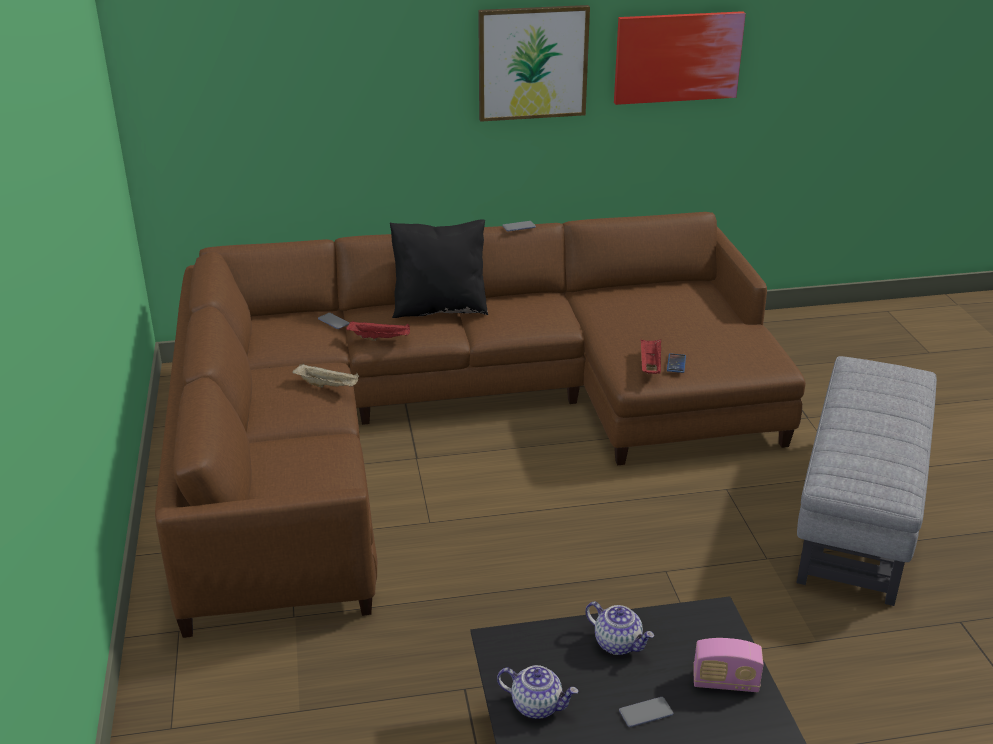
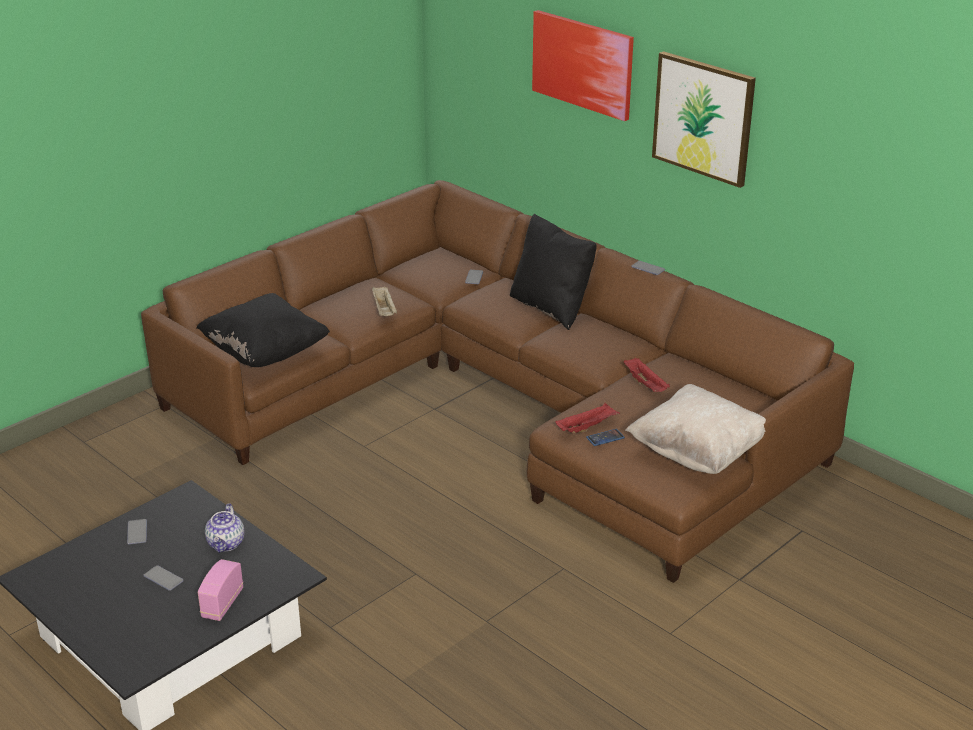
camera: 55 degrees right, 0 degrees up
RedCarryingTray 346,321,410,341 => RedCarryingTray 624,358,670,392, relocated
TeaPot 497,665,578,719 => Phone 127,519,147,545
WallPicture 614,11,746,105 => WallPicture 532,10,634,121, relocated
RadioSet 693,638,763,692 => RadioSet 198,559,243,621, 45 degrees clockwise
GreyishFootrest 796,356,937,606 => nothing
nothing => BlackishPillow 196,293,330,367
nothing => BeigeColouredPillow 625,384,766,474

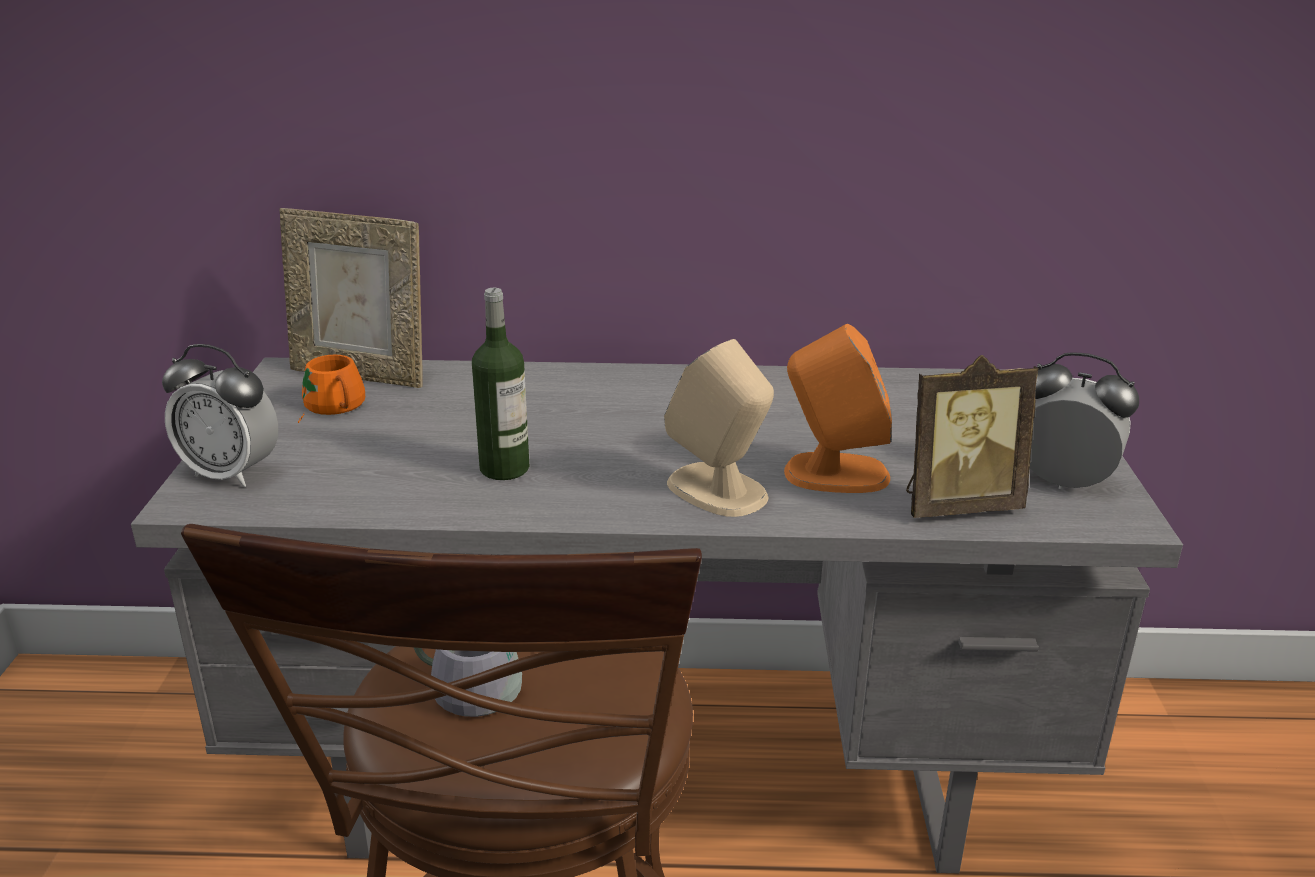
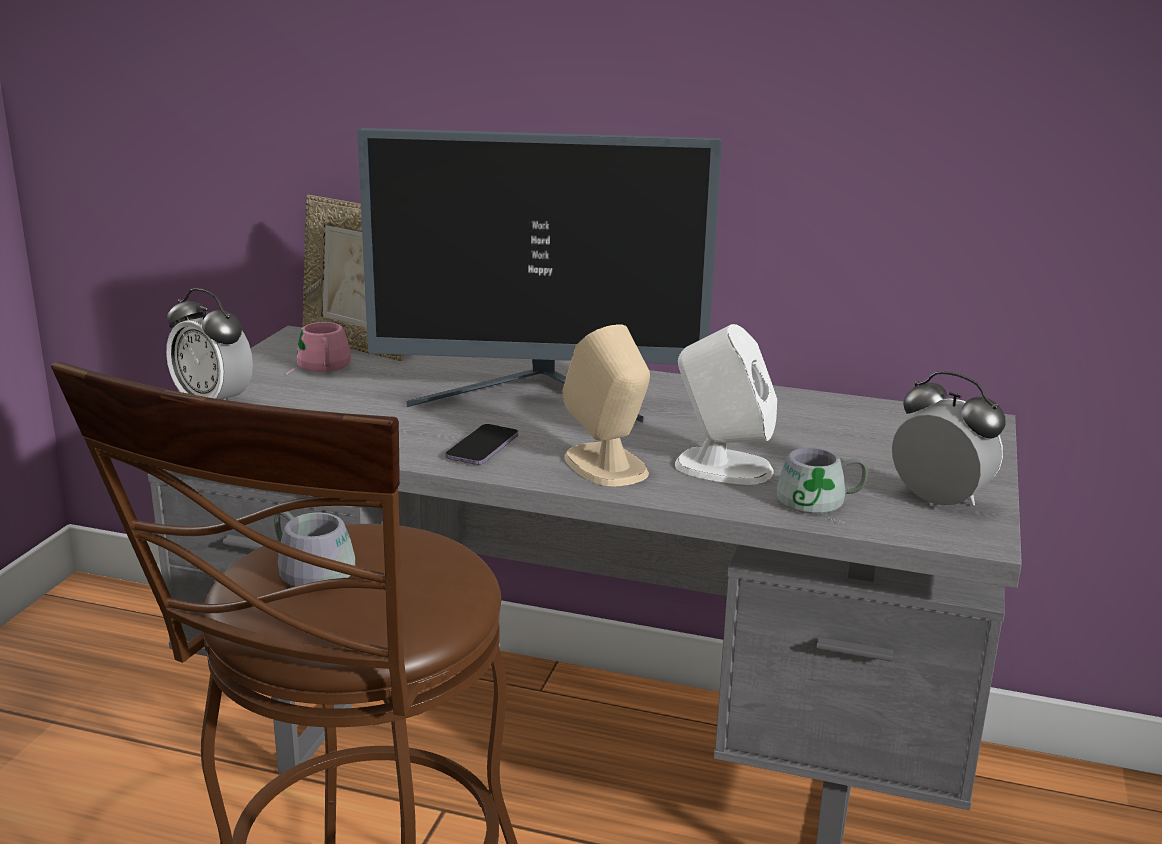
camera: 15 degrees right, 5 degrees down
OrangeColouredCoffeeMug 298,355,365,423 => PinkCoffeeMug 286,322,351,375
BeverageBottle 472,288,529,480 => nothing
OrangeColouredSpeaker 784,324,892,493 => WhiteSpeaker 675,324,777,485
PhotoFrame 906,355,1039,518 => GreyishCoffeeMug 777,447,868,525
nothing => ComputerDisplay 357,128,722,423
nothing => Phone 445,424,518,465

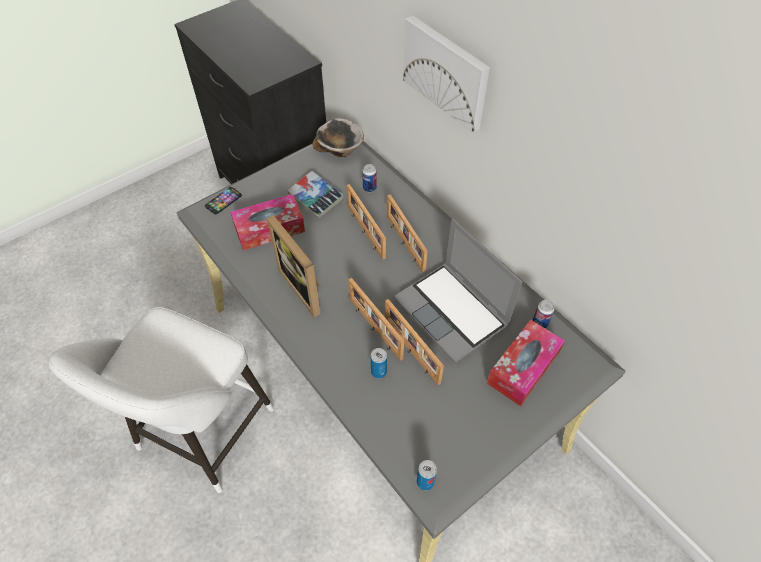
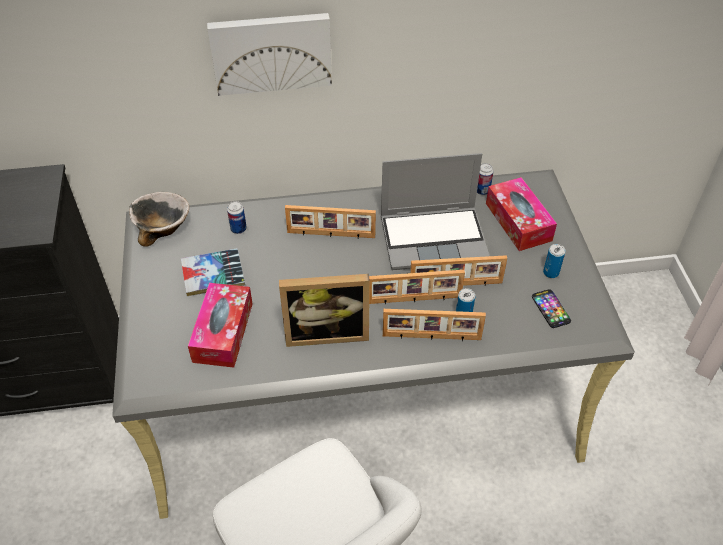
camera: 60 degrees left, 5 degrees down
Phone 205,187,242,214 => Phone 532,289,571,328, relocated
PhotoFrame 346,184,386,260 => PhotoFrame 383,309,486,341, relocated
MetalCan 417,460,437,490 => MetalCan 543,244,565,278, relocated

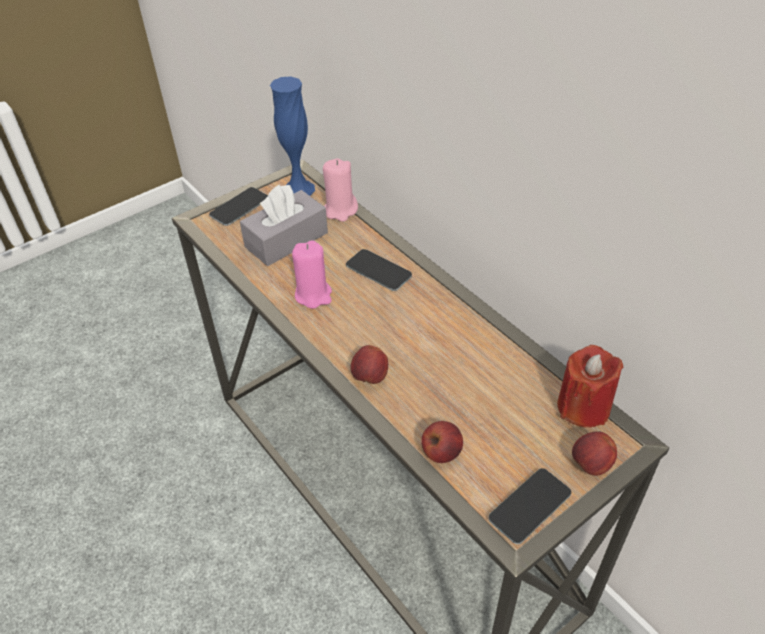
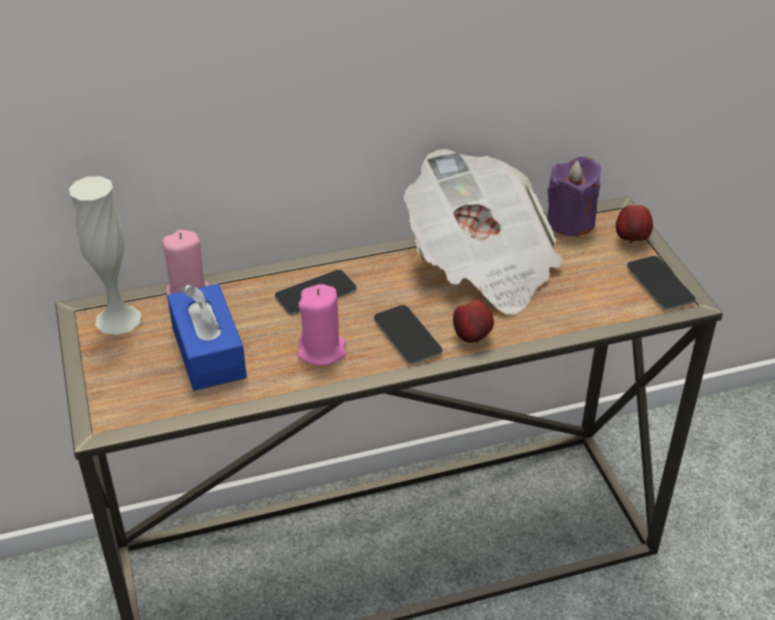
camera: 70 degrees left, 5 degrees down
Phone 209,187,268,226 => Phone 374,305,442,364, relocated
GreyishTissueBox 240,185,328,266 => BluishTissueBox 167,284,247,391
BluishFlowerVase 270,76,315,196 => WhiteFlowerVase 69,176,141,335
AppleFruit 421,421,463,463 => nothing
RedWaxCandle 557,345,623,428 => PurpleColouredWaxCandle 547,156,601,237
nothing => PrintedPaper 404,149,563,315

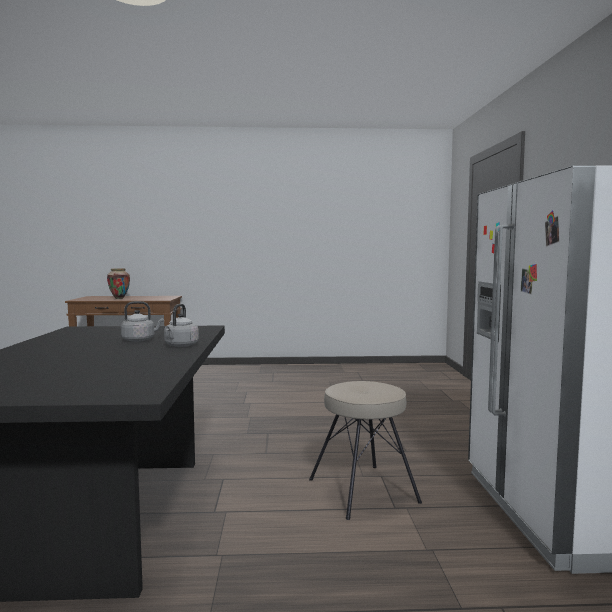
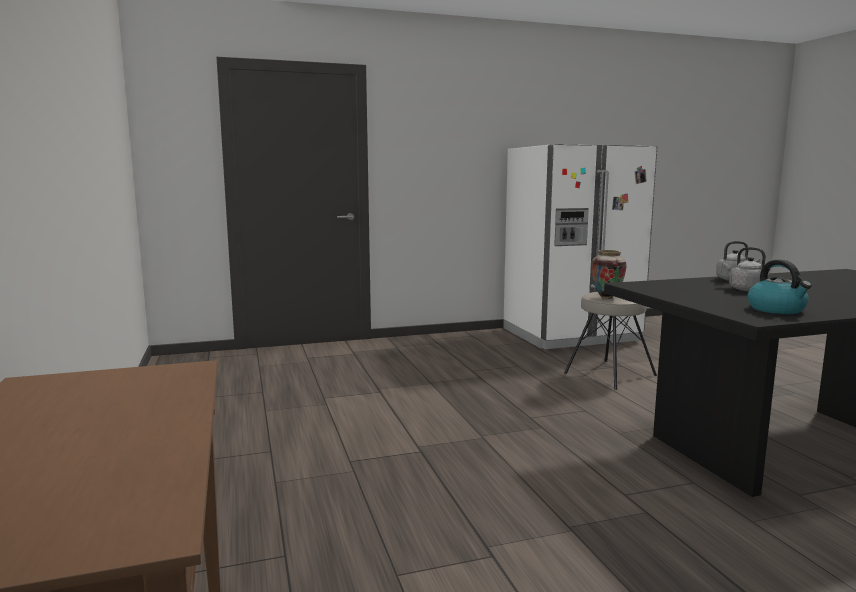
camera: 105 degrees left, 5 degrees up
FlowerVase 107,268,130,299 => FlowerVase 591,250,627,299, relocated
nothing => Kettle 748,260,812,314

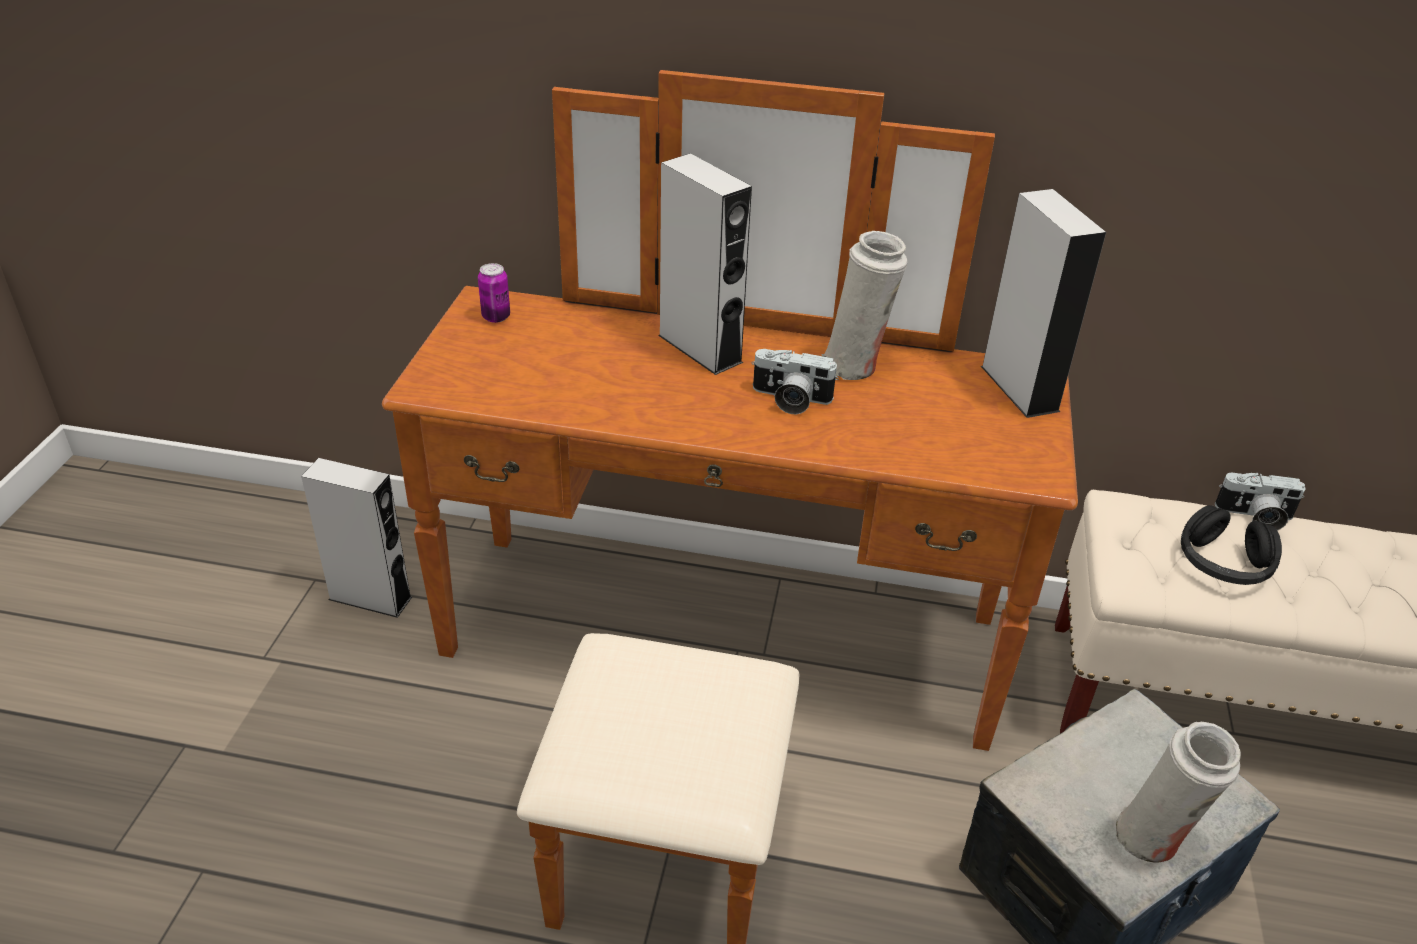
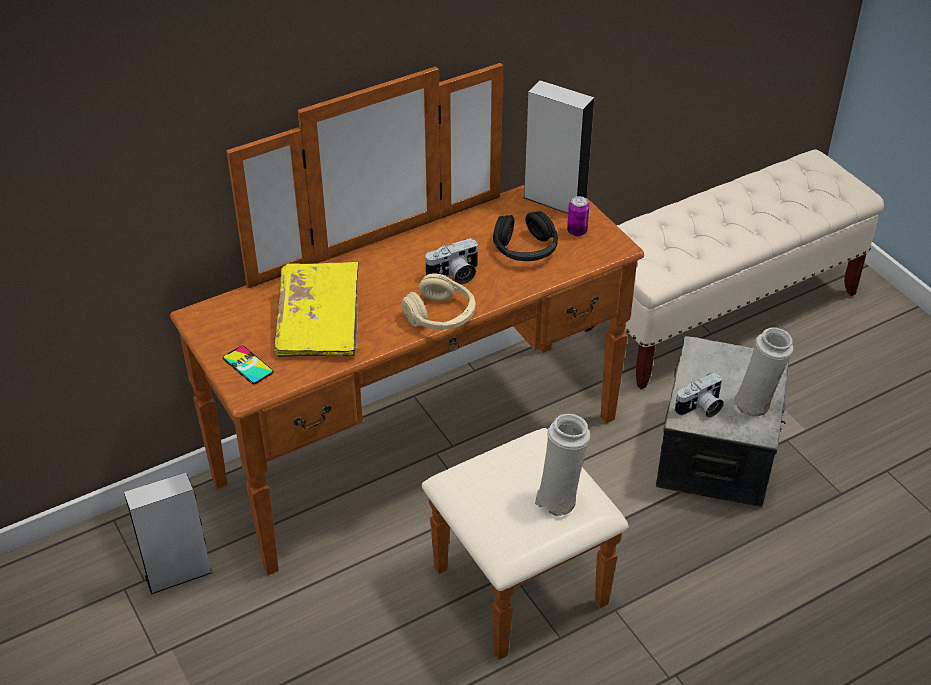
camera: 40 degrees left, 5 degrees up
MetalCan 478,263,510,323 => MetalCan 567,196,589,237, relocated
GreyishSpeaker 658,153,752,375 => nothing
WhiteFlowerVase 821,231,908,380 => WhiteFlowerVase 535,414,590,517, relocated
BlackishHeadset 1181,505,1282,585 => BlackishHeadset 493,211,558,261, relocated
StillCamera 1215,472,1305,531 => StillCamera 675,372,724,417, relocated
nothing => Phone 223,346,274,384
nothing => YellowColouredVolume 274,262,359,357
nothing => BeigeColouredHeadset 401,273,475,329

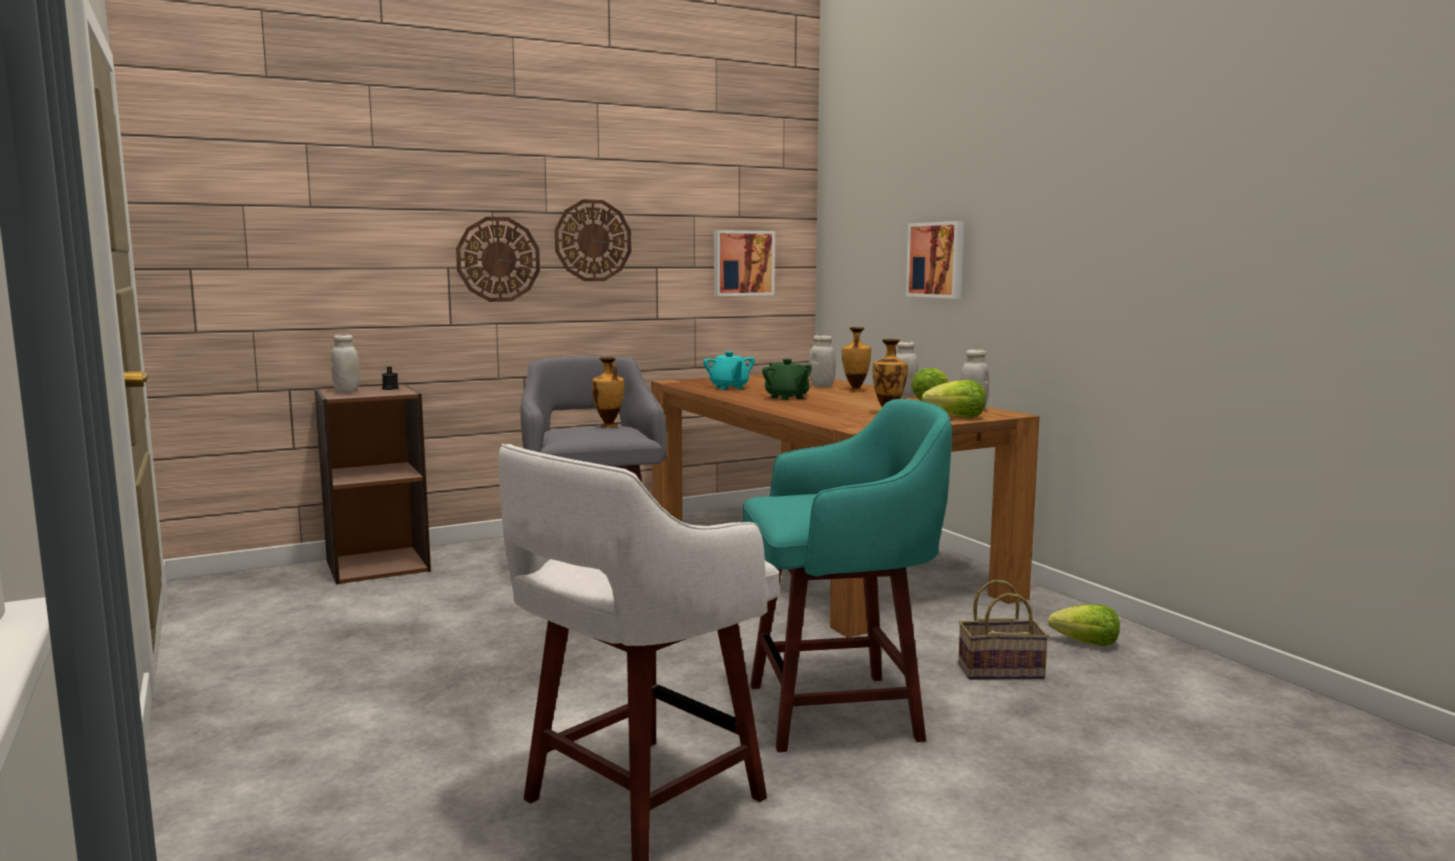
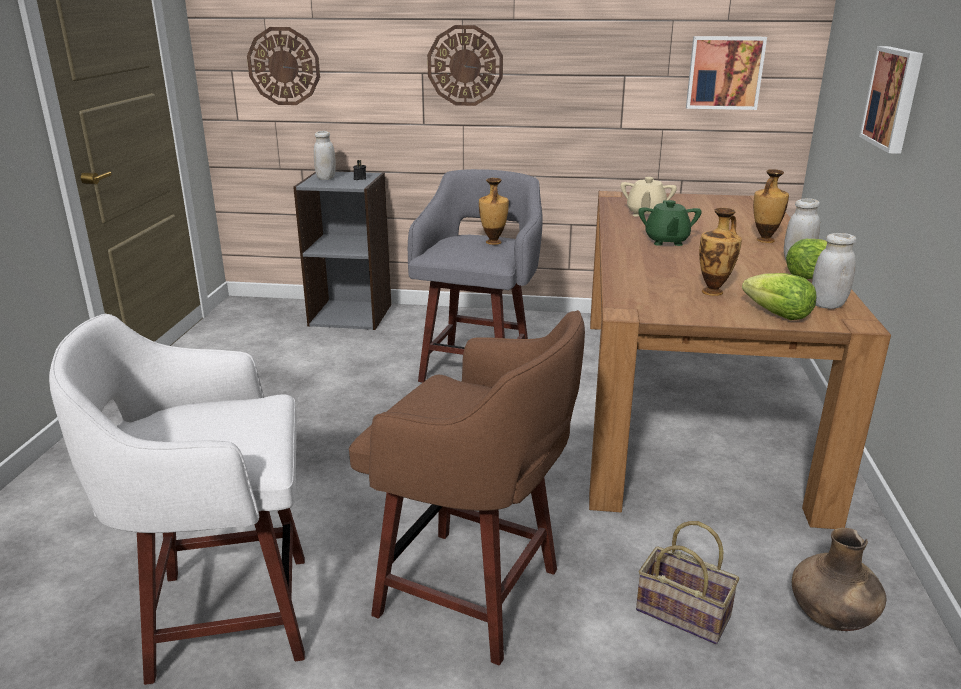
camera: 35 degrees right, 15 degrees up
BrownColouredBookcase 314,384,431,584 => GreyishBookcase 293,172,391,330
HangingClock 555,199,631,281 => HangingClock 247,27,320,105, relocated
TurquoiseTeaPot 703,351,755,390 => BeigeColouredTeaPot 620,177,677,217
TurquoiseStoolSeat 743,399,952,752 => BrownColouredStoolSeat 349,310,585,665
WhiteStorageJar 809,335,836,387 => nothing
HeadOfLettuce 1048,604,1120,646 => BrownColouredFlowerVase 792,528,886,631

